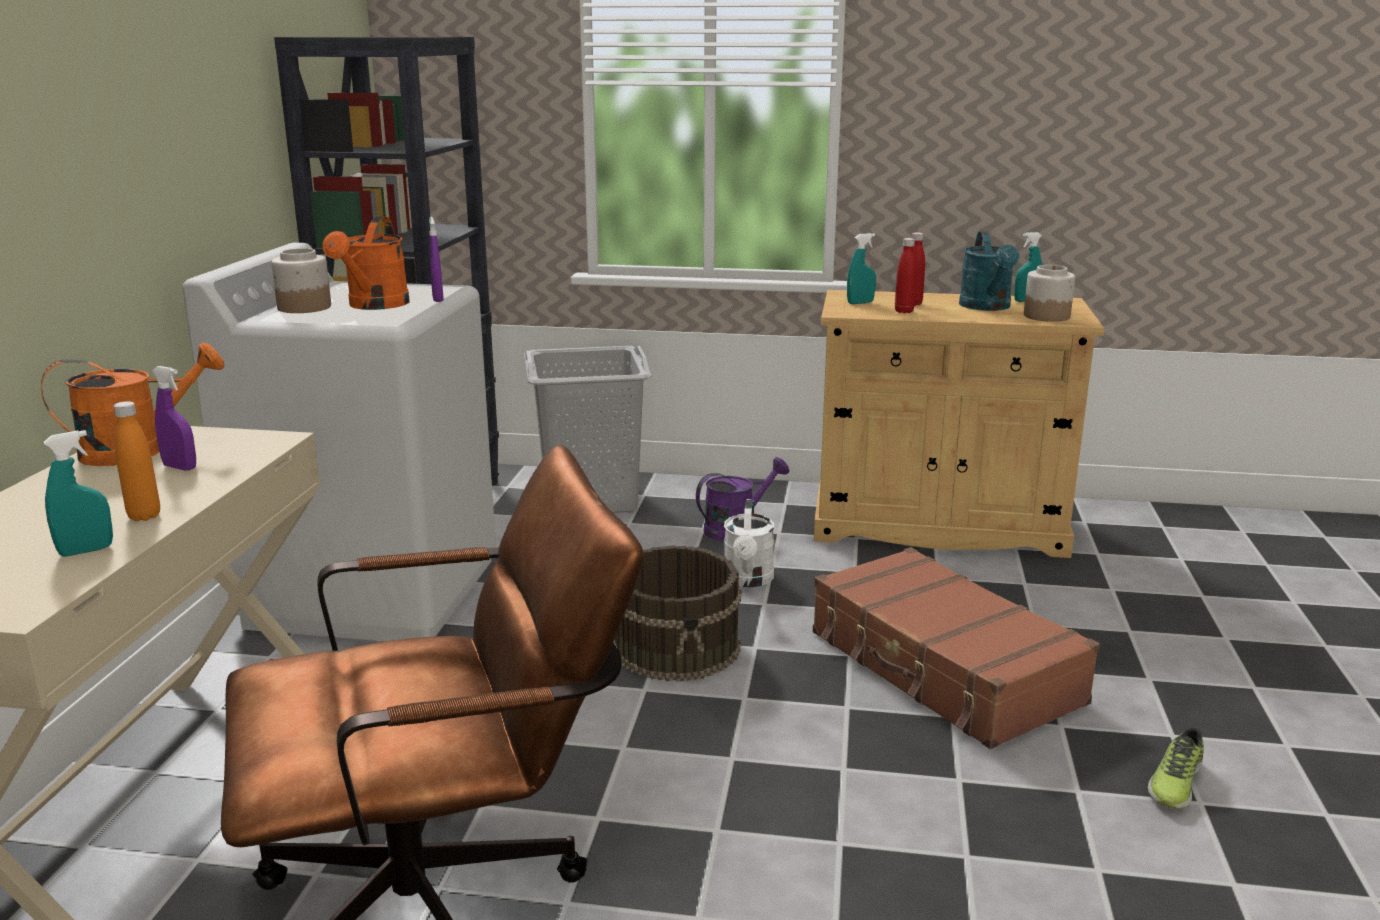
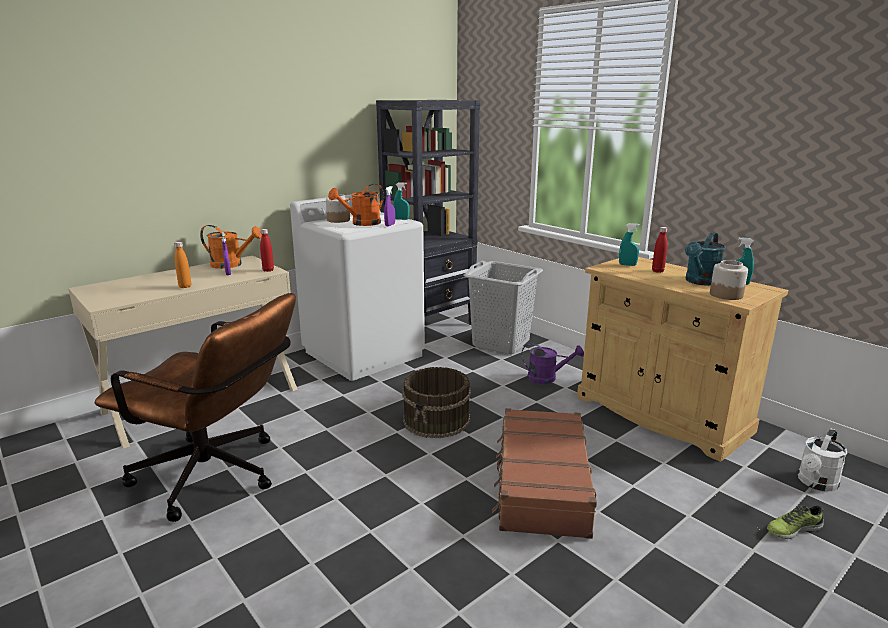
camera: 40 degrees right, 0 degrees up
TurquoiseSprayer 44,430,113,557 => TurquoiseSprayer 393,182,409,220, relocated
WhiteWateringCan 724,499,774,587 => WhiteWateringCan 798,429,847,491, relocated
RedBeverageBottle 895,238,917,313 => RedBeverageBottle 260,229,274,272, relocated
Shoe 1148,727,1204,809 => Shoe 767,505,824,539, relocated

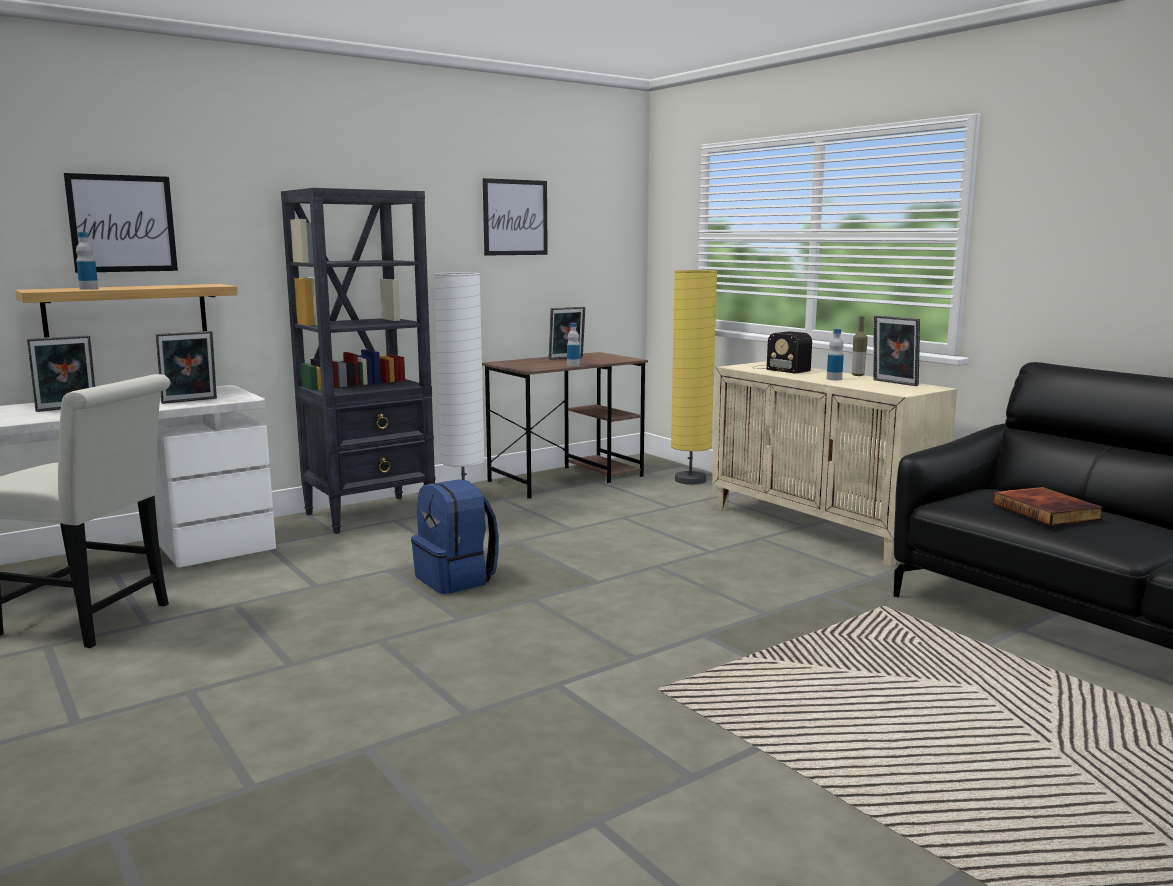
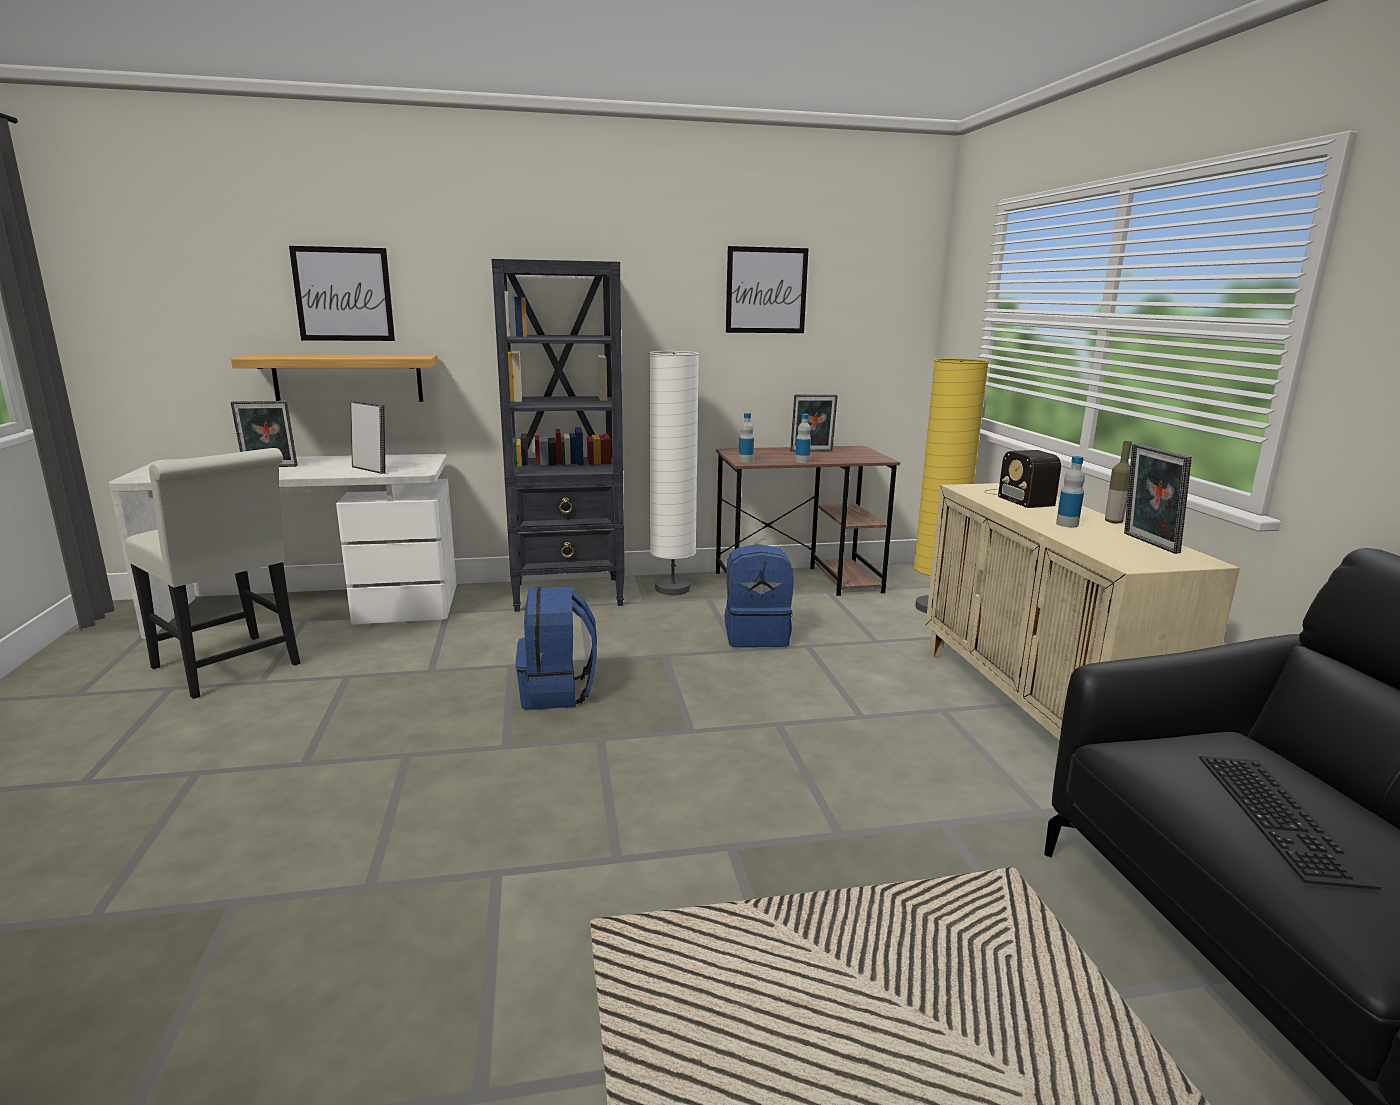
camera: 25 degrees right, 5 degrees up
BeverageBottle 76,232,99,290 => BeverageBottle 739,413,754,462, relocated
PhotoFrame 155,331,217,404 => PhotoFrame 350,401,386,474, 135 degrees counterclockwise
Volume 993,487,1103,526 => Keyboard 1199,756,1381,890
nothing => BluishRucksack 724,544,794,647

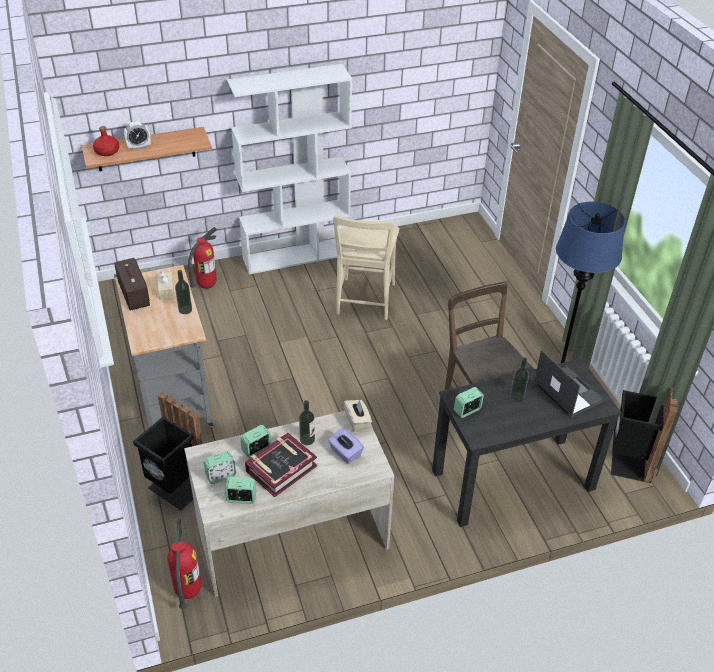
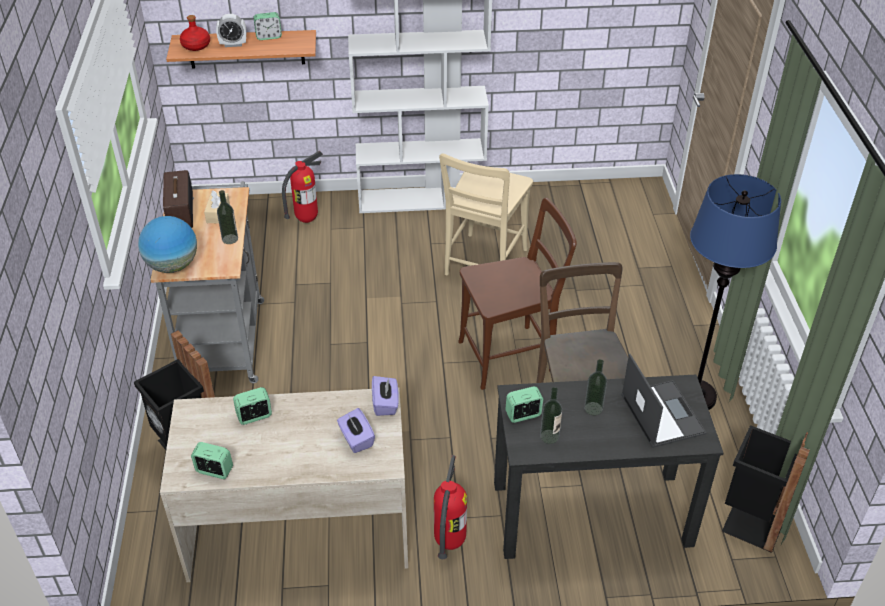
camera: 15 degrees right, 0 degrees up
FireFightingCylinder 167,519,201,609 => FireFightingCylinder 434,455,467,559, relocated
AlarmClock 204,451,236,484 => AlarmClock 253,12,282,40, relocated
Volume 245,433,317,497 => nothing
BeverageBottle 299,400,315,445 => BeverageBottle 540,387,562,444, relocated
BeigeColouredTissueBox 344,399,372,432 => PurpleColouredTissueBox 372,376,399,416
nothing => WorldGlobe 138,216,197,273
nothing => BrownColouredPlainChair 458,198,577,390

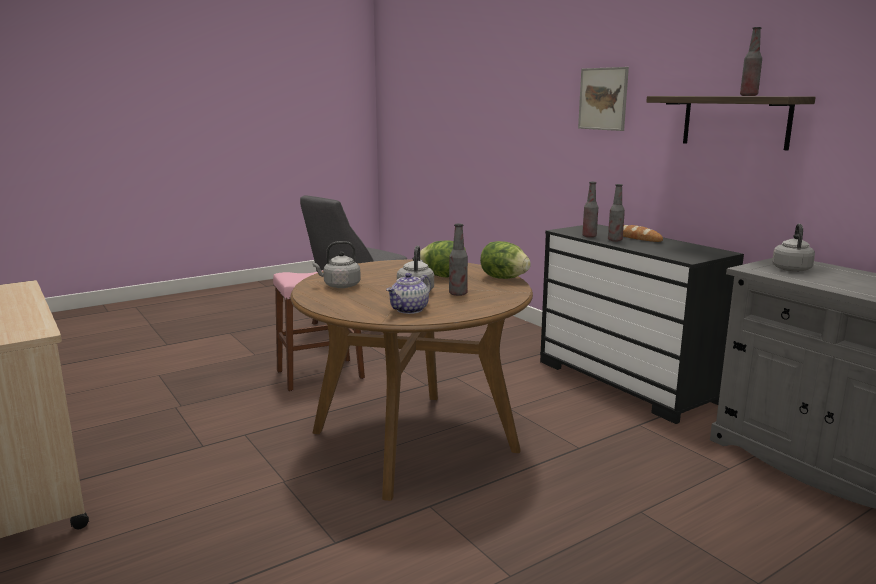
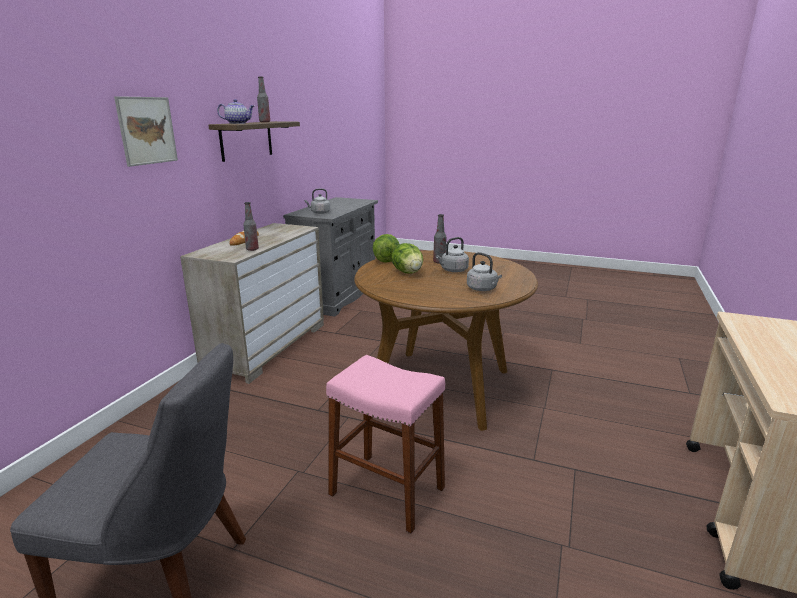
camera: 125 degrees left, 5 degrees up
TeaPot 386,273,431,314 => TeaPot 217,99,254,124, relocated
BlackishChestOfDrawers 540,224,744,424 => BeigeColouredChestOfDrawers 180,223,324,384
BeverageBottle 608,184,625,242 => nothing

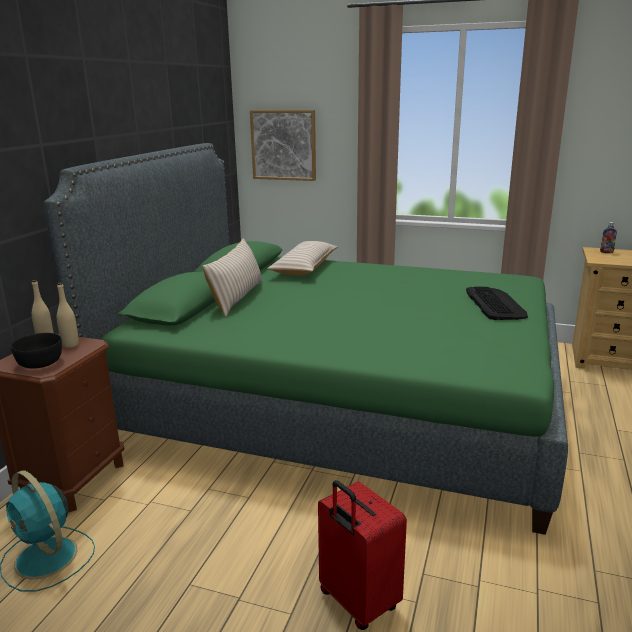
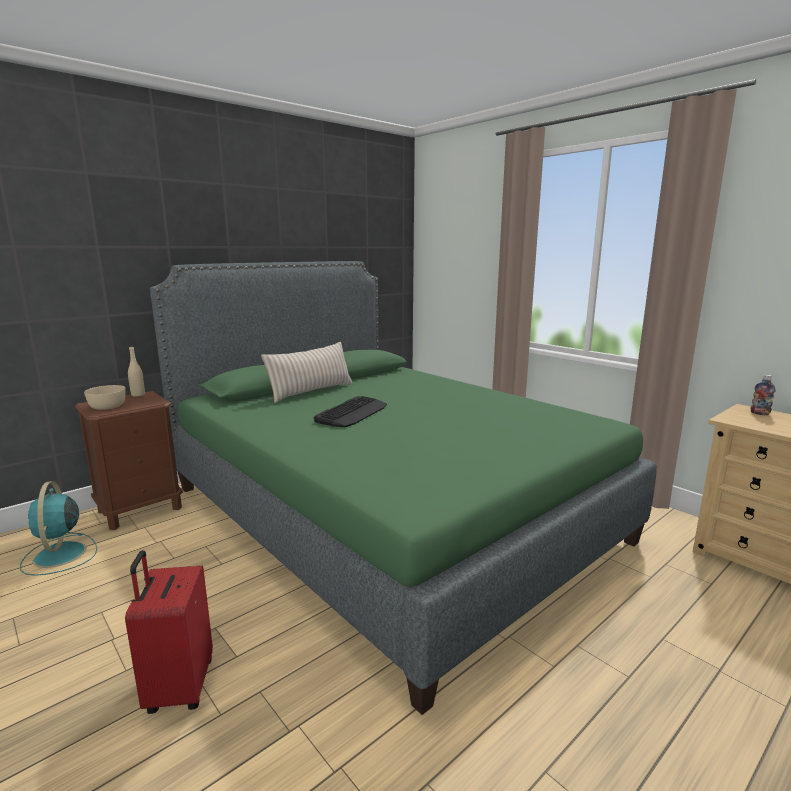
camera: 30 degrees right, 5 degrees down
BlackishServingBowl 10,333,62,369 => BeigeColouredServingBowl 84,385,126,410
BeigeColouredBeverageBottle 57,283,79,348 => nothing
WallPicture 250,110,316,181 => nothing
BeigeColouredPillow 267,241,338,275 => nothing
Keyboard 466,286,528,320 => Keyboard 314,396,387,427, relocated

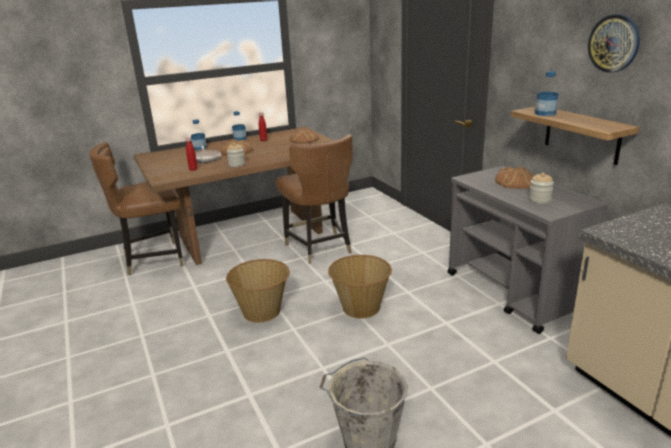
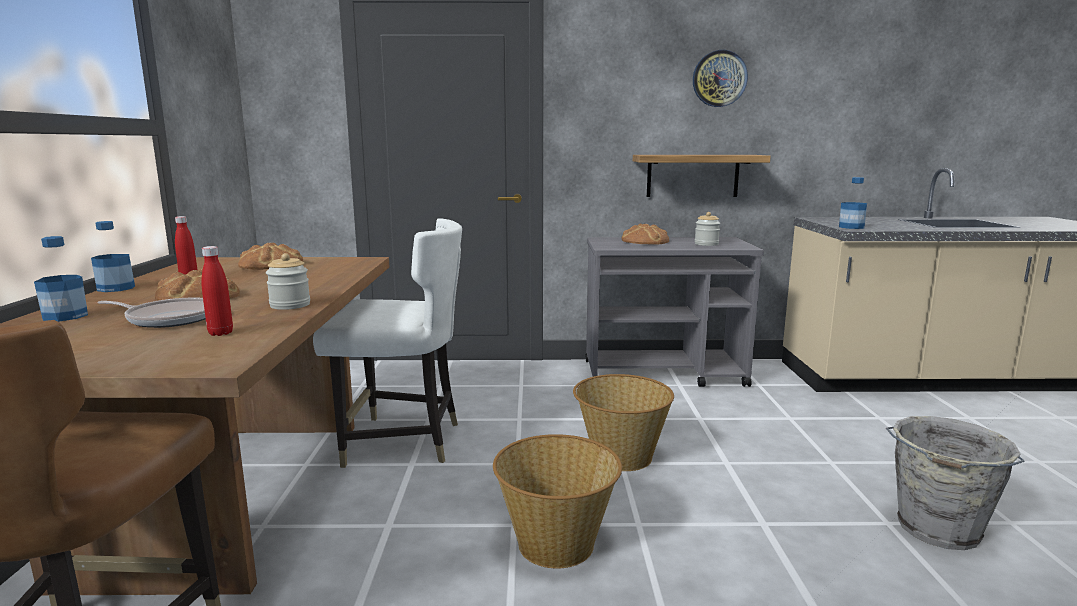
camera: 65 degrees left, 10 degrees down
BrownColouredPlainChair 276,134,353,264 => WhitePlainChair 313,219,462,468
BeverageBottle 535,71,558,116 => BeverageBottle 839,177,867,229, relocated

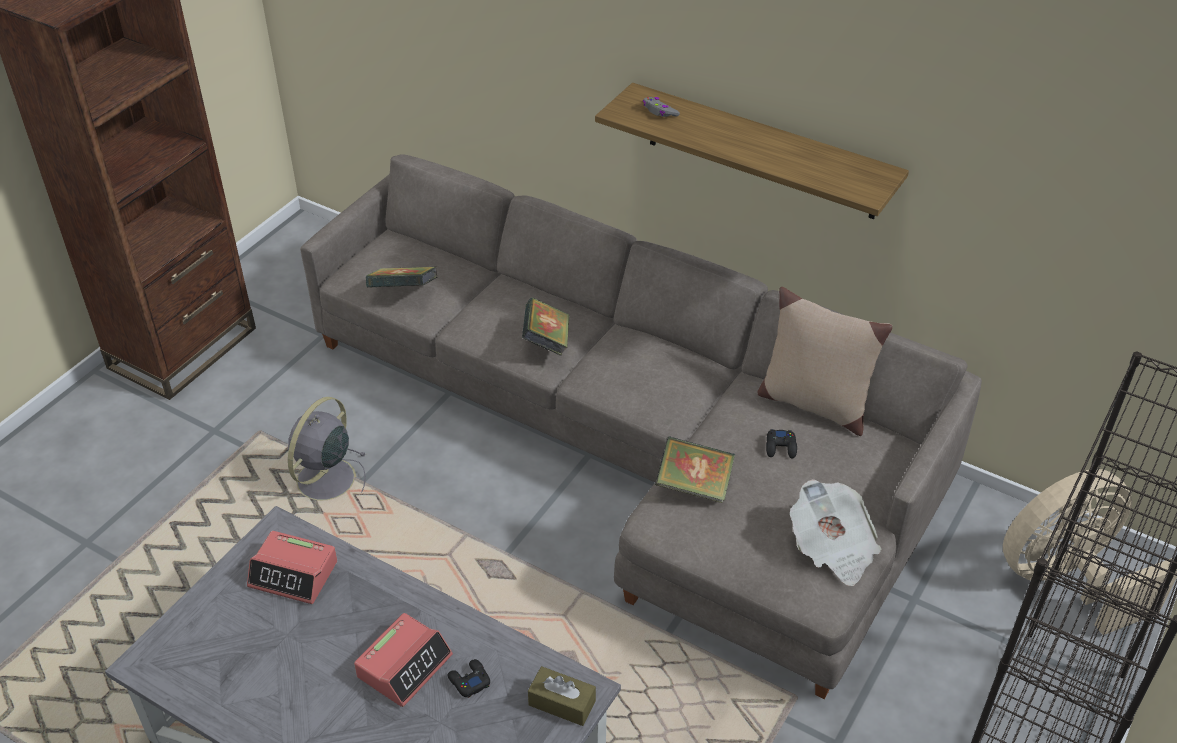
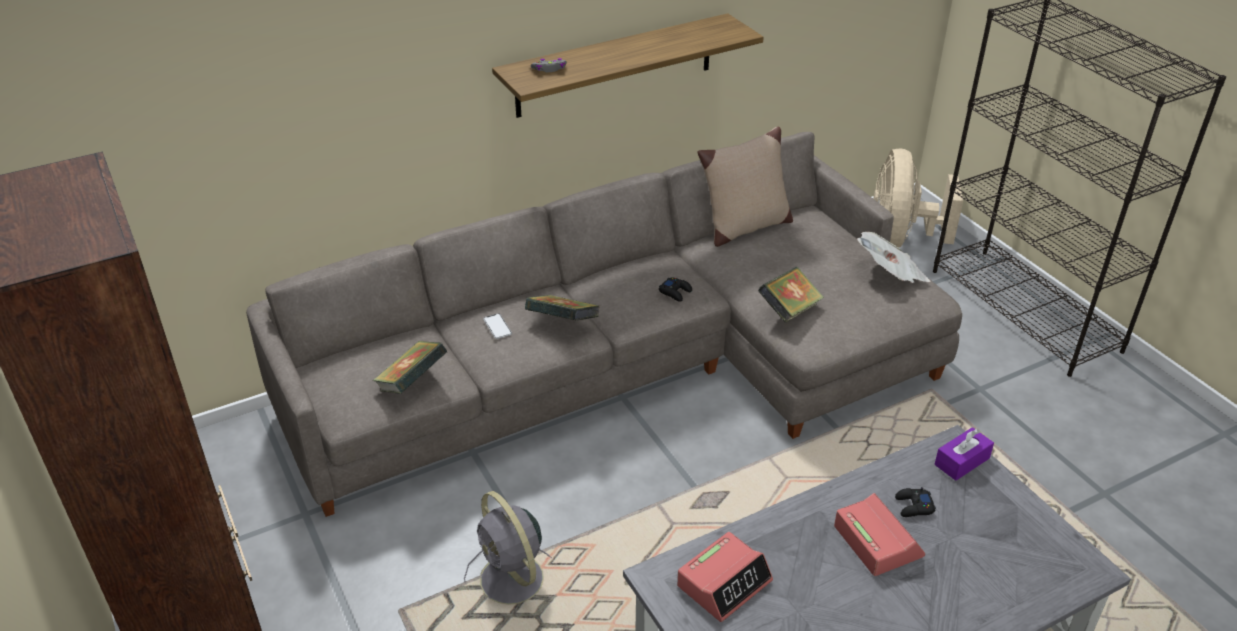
camera: 60 degrees left, 5 degrees down
BrownColouredTissueBox 528,666,596,726 => PurpleColouredTissueBox 935,427,994,481
BlackishGamepad 766,429,797,459 => BlackishGamepad 659,277,692,302, relocated
nothing => Phone 483,313,512,339

